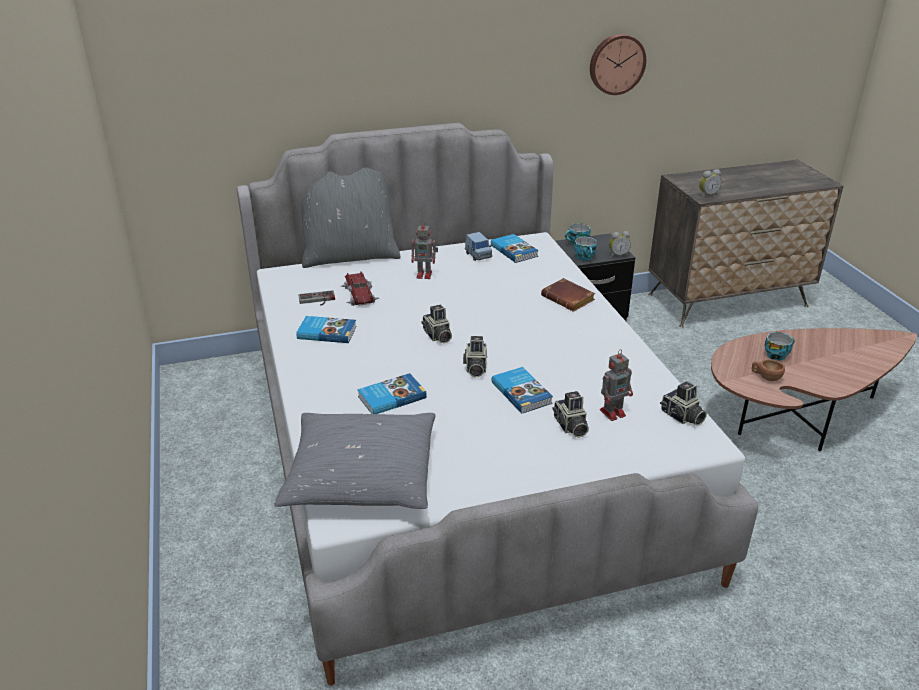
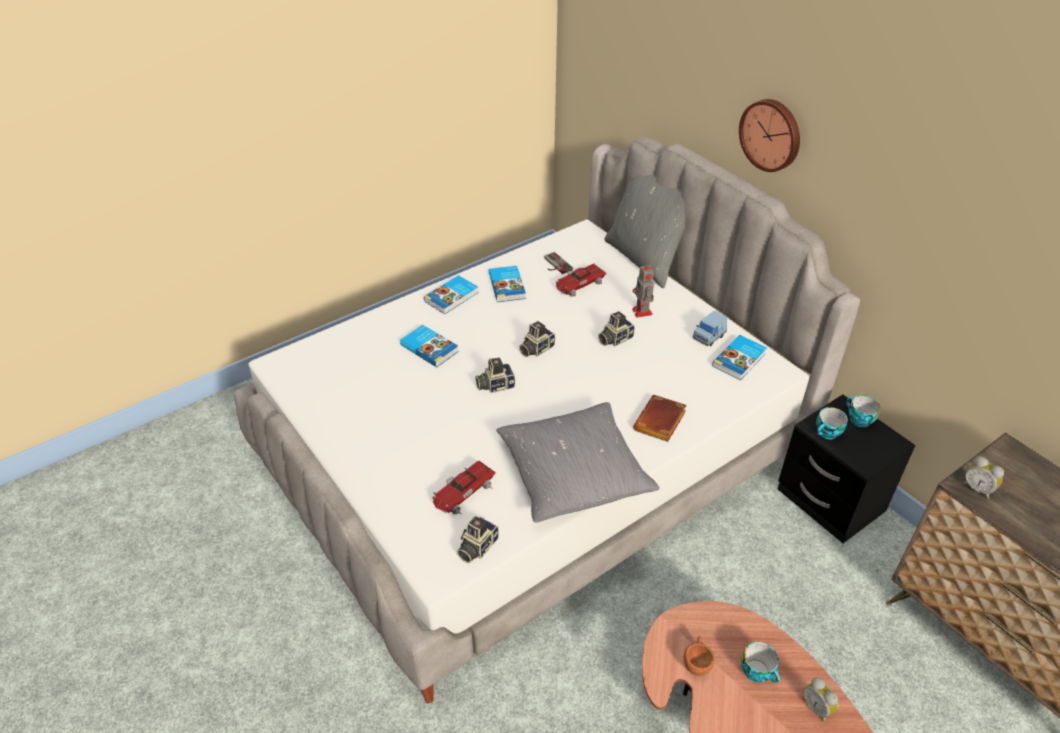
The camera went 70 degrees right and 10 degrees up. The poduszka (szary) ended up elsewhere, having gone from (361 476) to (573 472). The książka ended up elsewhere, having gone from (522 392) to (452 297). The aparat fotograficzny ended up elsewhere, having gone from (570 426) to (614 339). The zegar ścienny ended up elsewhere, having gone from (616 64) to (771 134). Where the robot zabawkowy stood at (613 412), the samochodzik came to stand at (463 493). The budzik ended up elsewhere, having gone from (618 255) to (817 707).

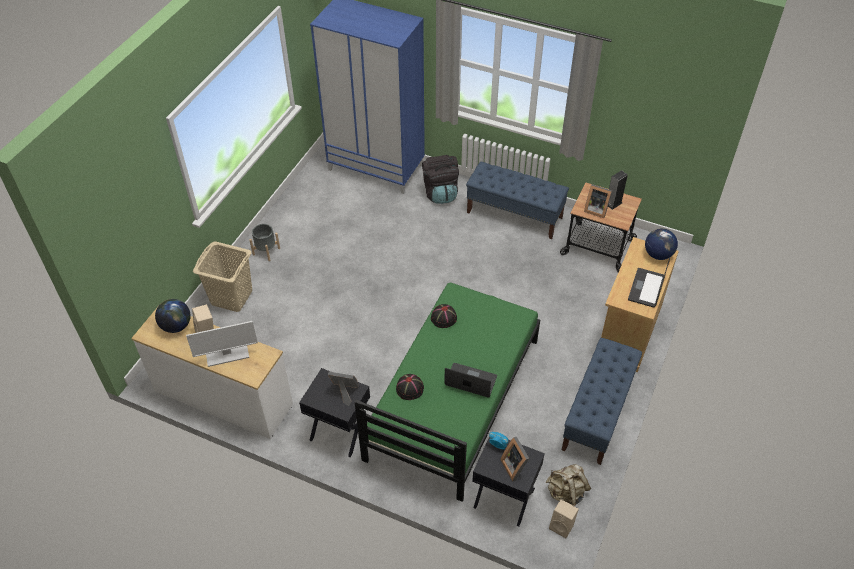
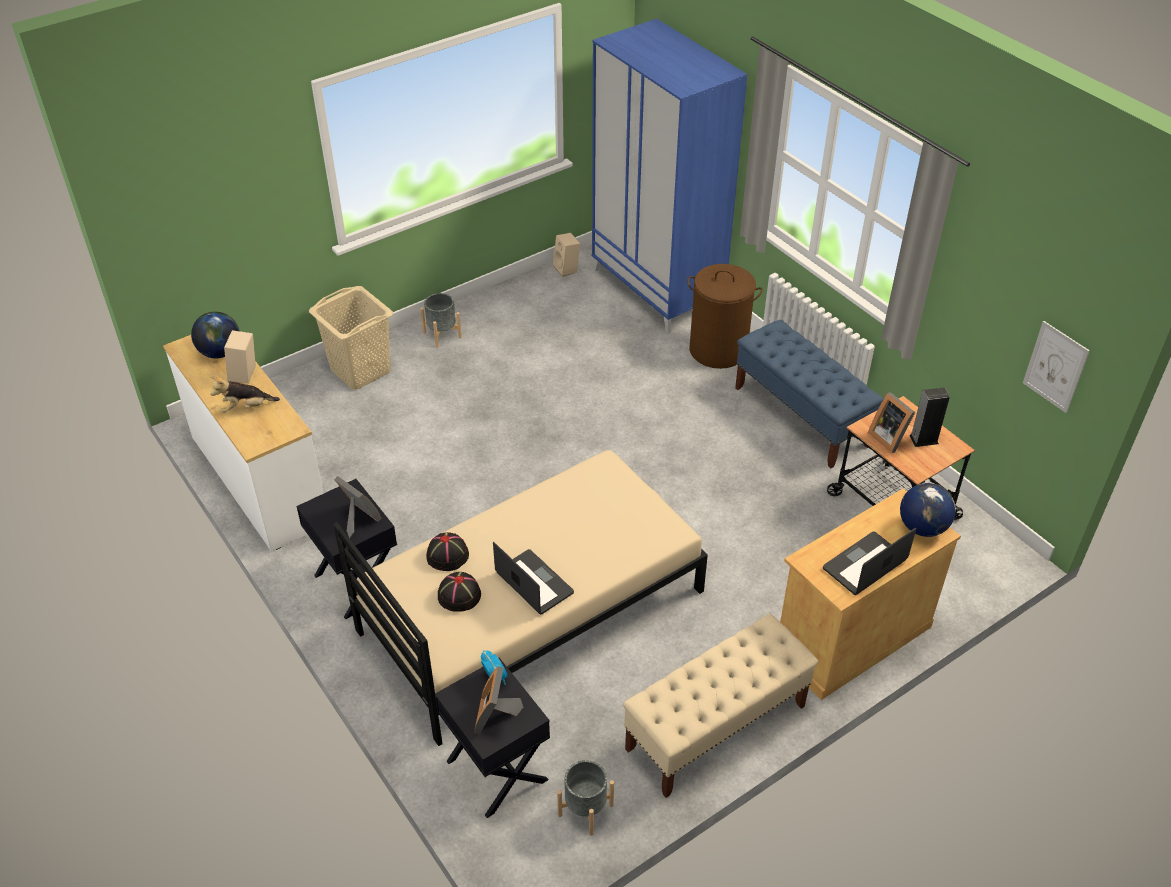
The camera went 30 degrees right and 5 degrees down. Where the monitor stood at (227 354), the pluszak came to stand at (246 407). What was the łóżko (zielony) at (453 398) turned into the łóżko (beżowy) at (531 610). Where the plecak (czarny) stood at (440 193), the kosz na pranie (brązowy) came to stand at (718 350). The kapelusz (czarny) ended up elsewhere, having gone from (443 318) to (459 595). Where the plecak (beżowy) stood at (566 493), the donica (szary) came to stand at (586 810). The głośnik (beżowy) ended up elsewhere, having gone from (562 526) to (567 269). What was the ławka (niebieski) at (597 414) turned into the ławka (beżowy) at (715 728). The second view gained the obraz at (1055 367).

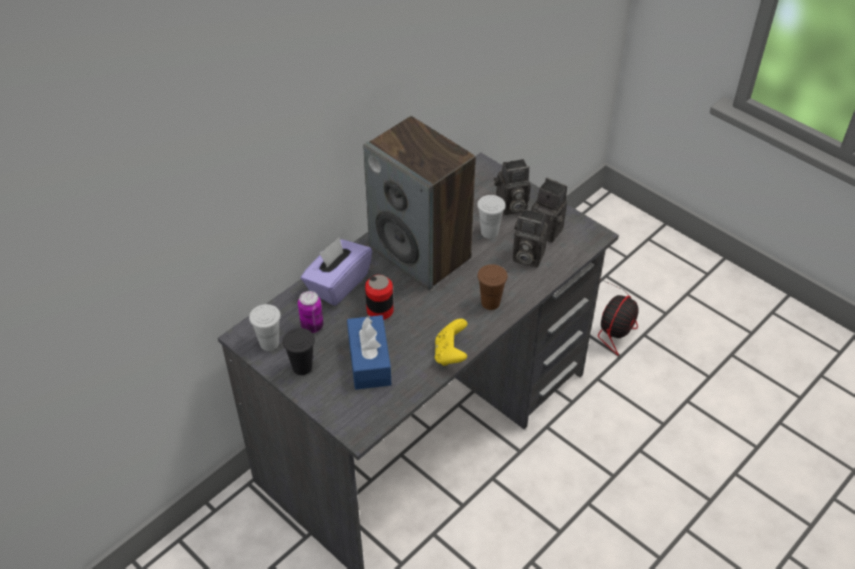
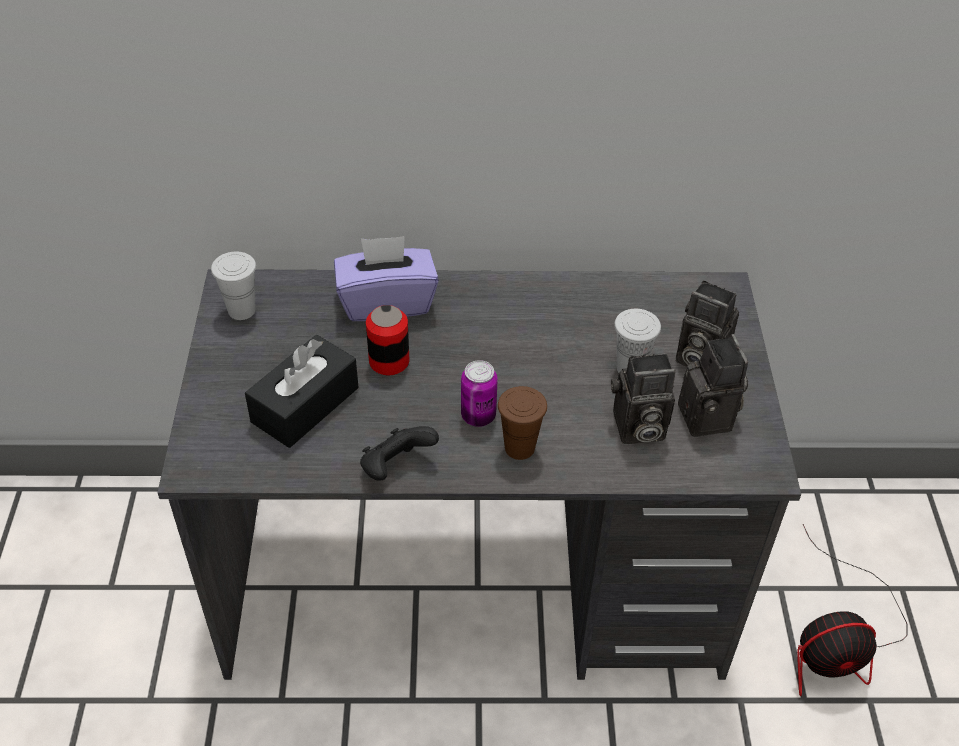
The camera went 45 degrees right and 0 degrees up. The second view lost the filiżanka (czarny) at (302 367). The puszka ended up elsewhere, having gone from (312 326) to (478 416). What was the pudełko chusteczek (niebieski) at (369 361) turned into the pudełko chusteczek (czarny) at (305 405). The second view lost the głośnik at (421 253). What was the pad do gier (żółty) at (450 354) turned into the pad do gier (czarny) at (396 467). The aparat fotograficzny at (526 257) ended up facing another way, 75 degrees counterclockwise from before.

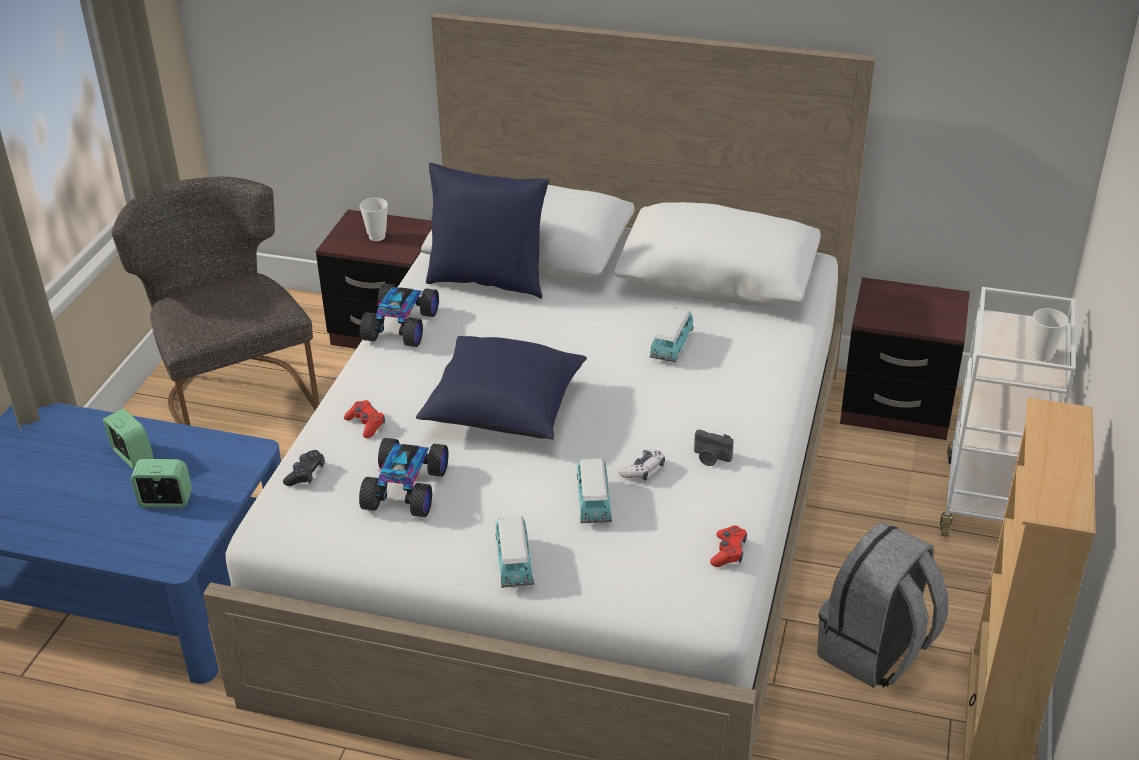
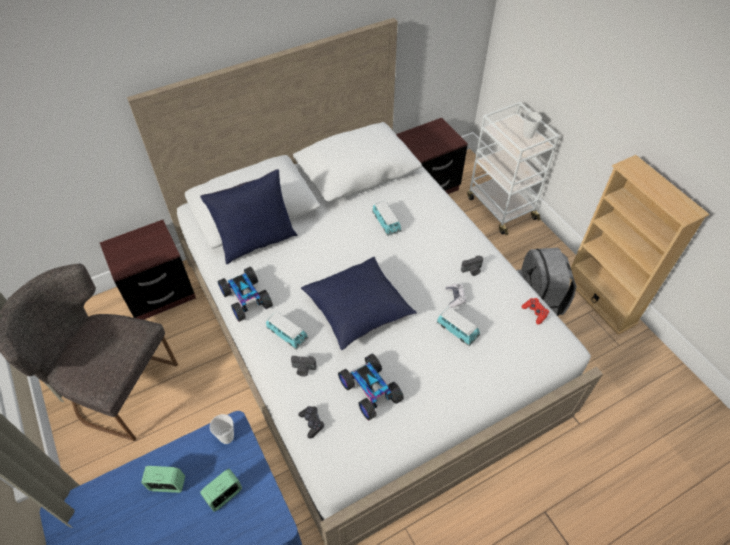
The camera went 45 degrees left and 15 degrees up. Where the pad do gier (czerwony) stood at (366 424), the aparat fotograficzny came to stand at (303 369). The filiżanka ended up elsewhere, having gone from (377 237) to (227 437). The samochodzik ended up elsewhere, having gone from (514 564) to (287 334).

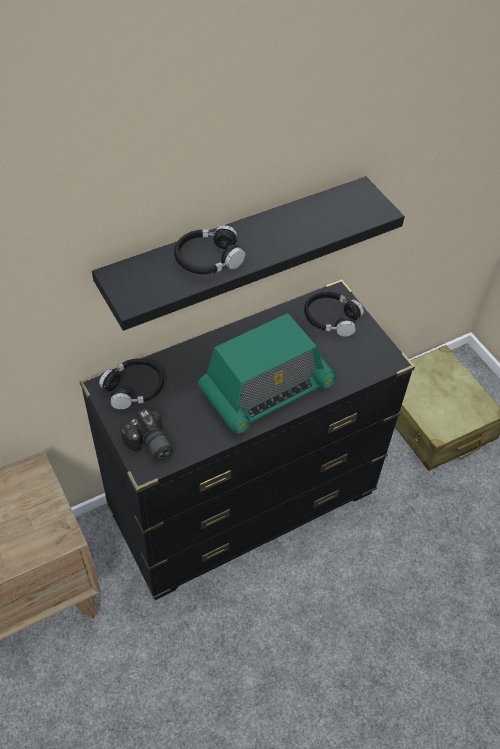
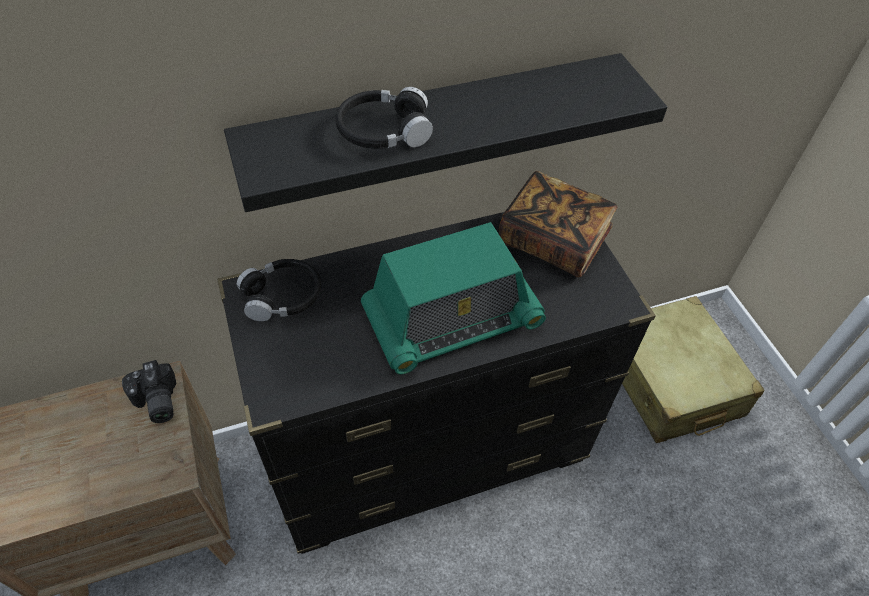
The camera went 10 degrees right and 0 degrees up. The aparat fotograficzny ended up elsewhere, having gone from (149 445) to (155 402). Where the słuchawki (czarny) stood at (331 319), the książka came to stand at (553 240).

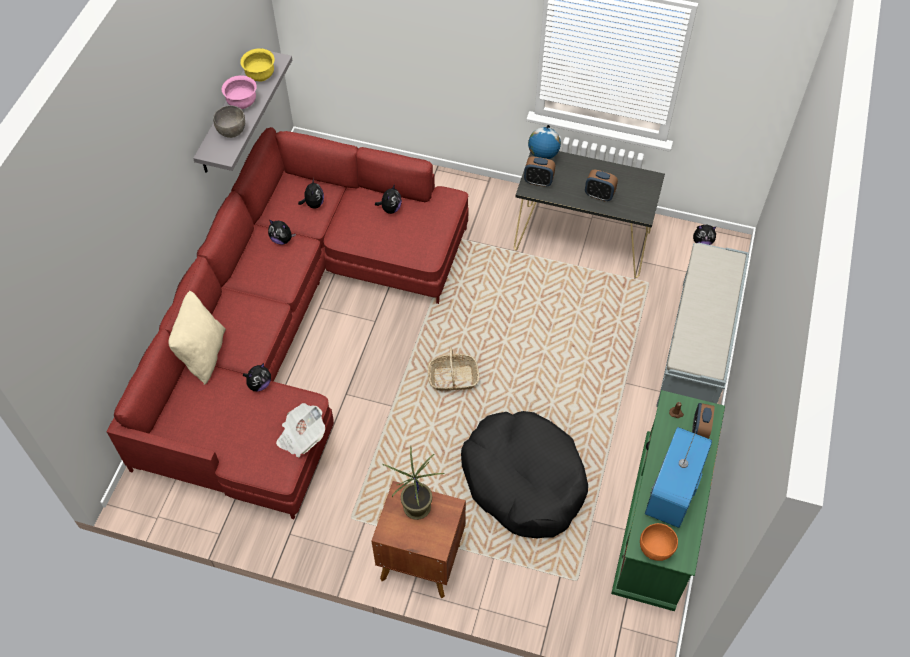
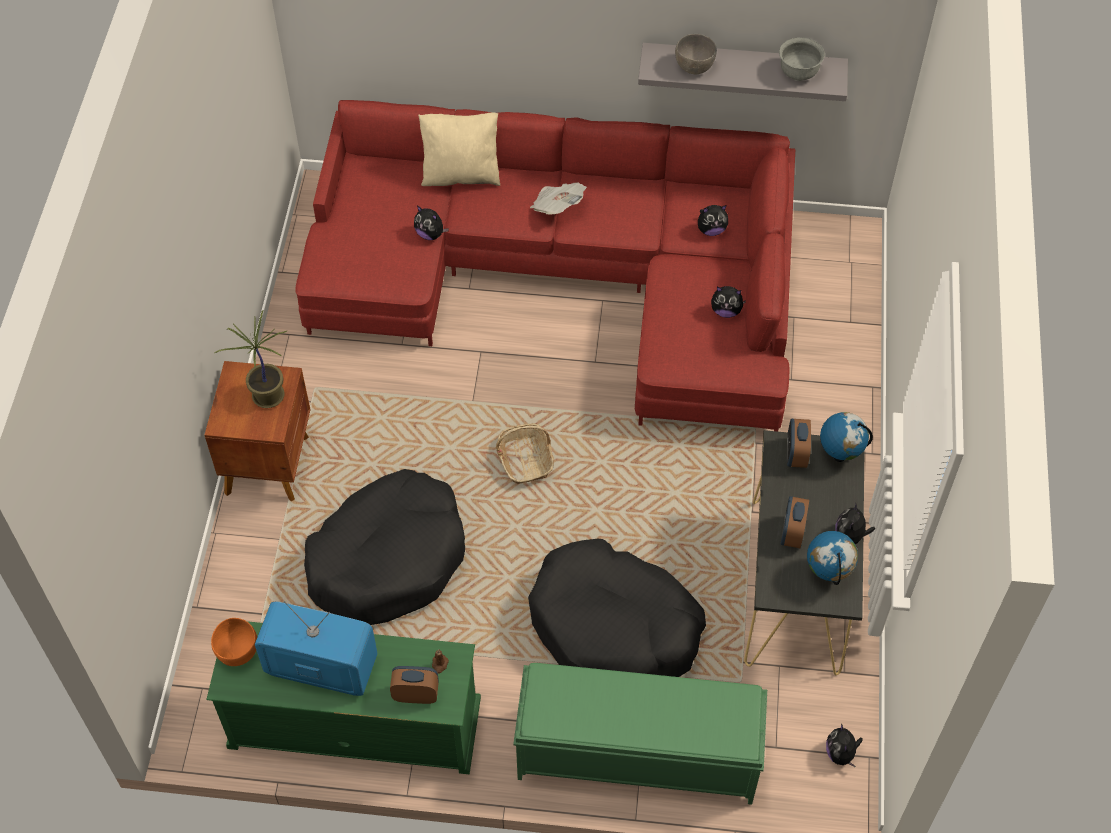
The camera went 80 degrees right and 0 degrees up. The second view lost the miska (różowy) at (242 103). What was the miska (żółty) at (260 76) turned into the miska (szary) at (798 73). The pluszak ended up elsewhere, having gone from (282 239) to (850 537). The gazeta ended up elsewhere, having gone from (301 436) to (557 207). What was the ławka (szary) at (696 349) turned into the ławka (zielony) at (635 754). The second view gained the legowisko (czarny) at (614 627). The second view gained the globus at (827 573).

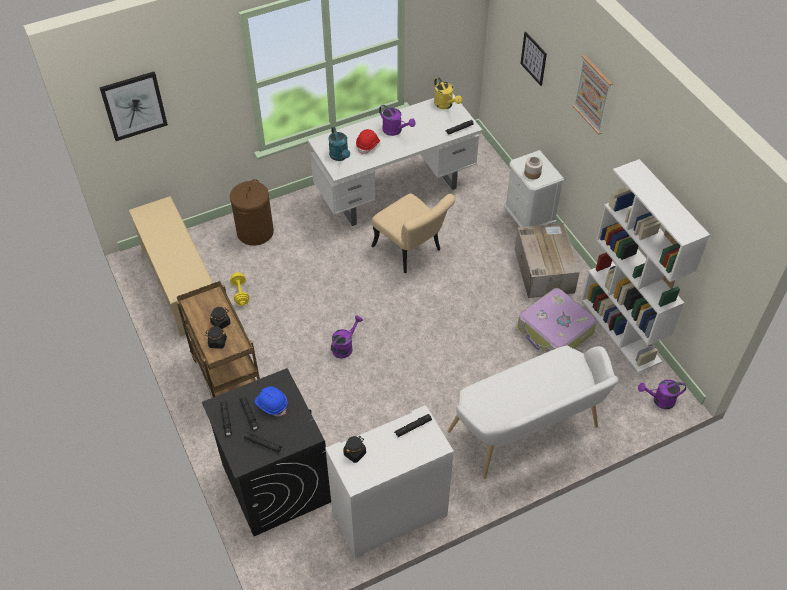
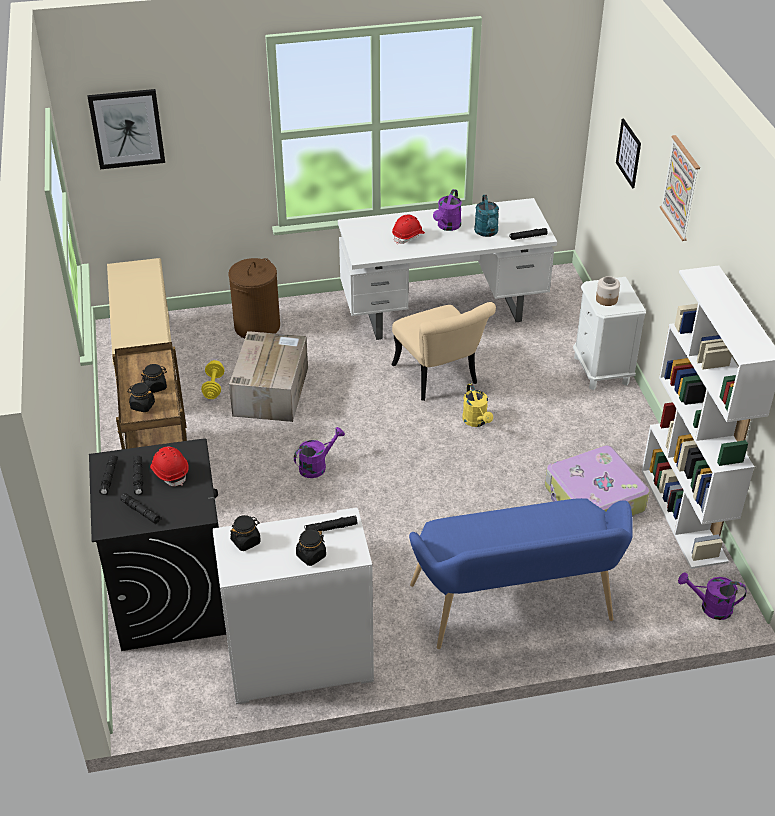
The camera went 15 degrees right and 10 degrees down. What was the kask (niebieski) at (271 404) turned into the kask (czerwony) at (170 472). The konewka (turkusowy) ended up elsewhere, having gone from (340 156) to (487 232). The konewka (fioletowy) at (395 131) ended up facing another way, 60 degrees clockwise from before. The konewka (żółty) ended up elsewhere, having gone from (445 105) to (476 421). What was the ławka (biały) at (528 433) turned into the ławka (niebieski) at (516 609). The karton ended up elsewhere, having gone from (543 269) to (271 390). The second view gained the słoik (czarny) at (311 556).

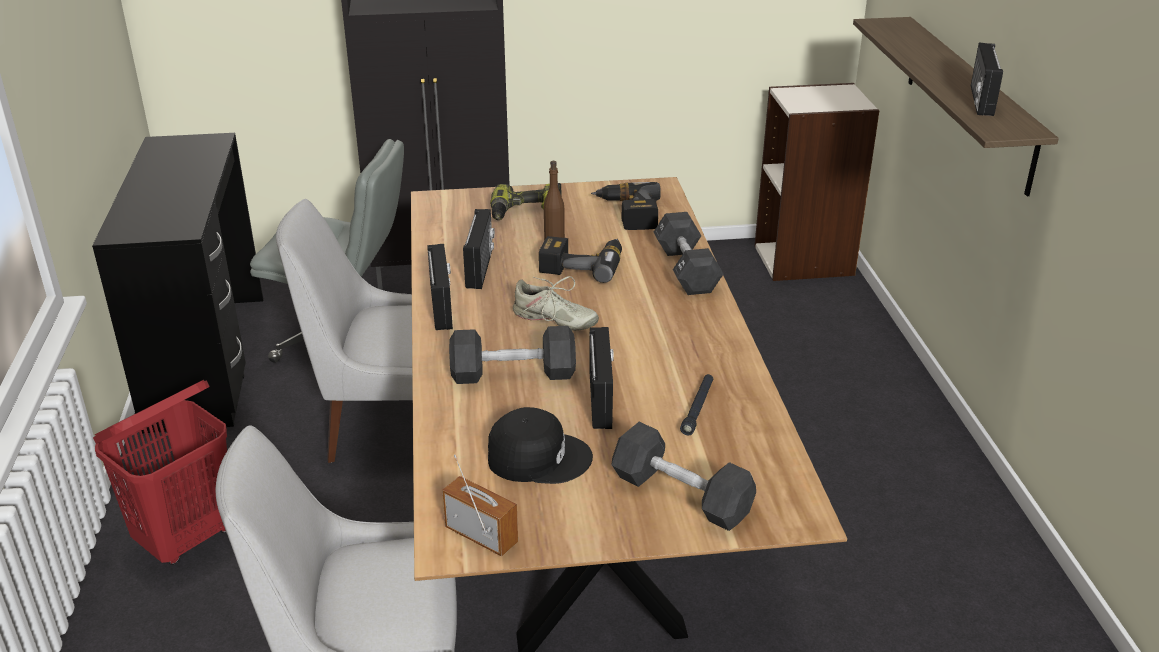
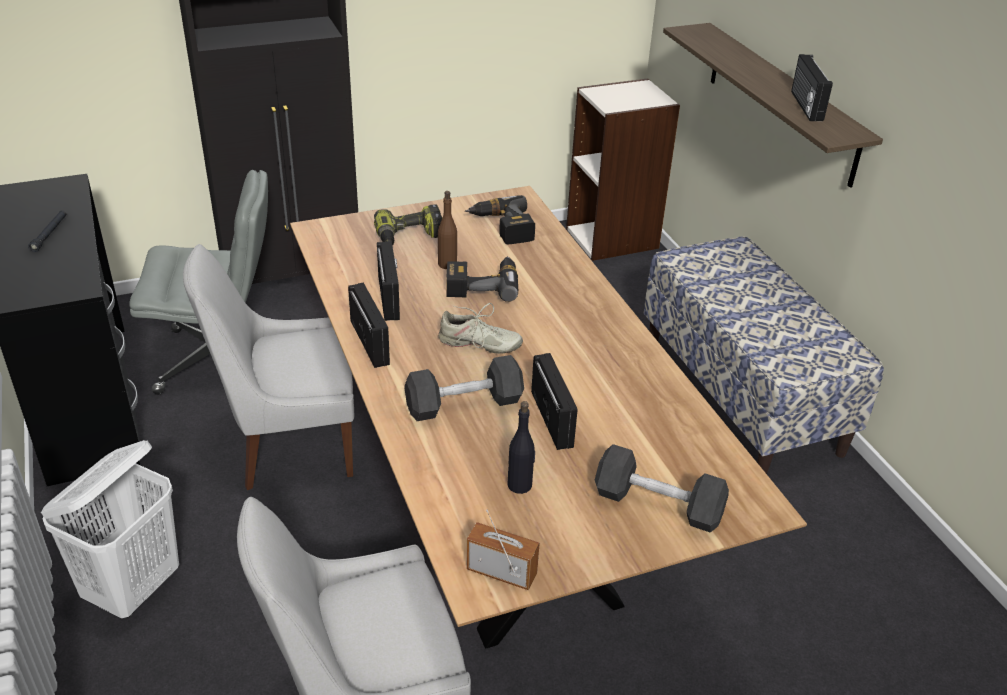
The camera went 15 degrees left and 5 degrees up. What was the kosz na pranie (czerwony) at (187 538) turned into the kosz na pranie (biały) at (134 588). Where the czapka z daszkiem (czarny) stood at (538 456), the butelka (czarny) came to stand at (520 485). The second view lost the hantel (czarny) at (686 269). The latarka (czarny) ended up elsewhere, having gone from (697 408) to (49 234). The second view gained the ławka at (741 395).

